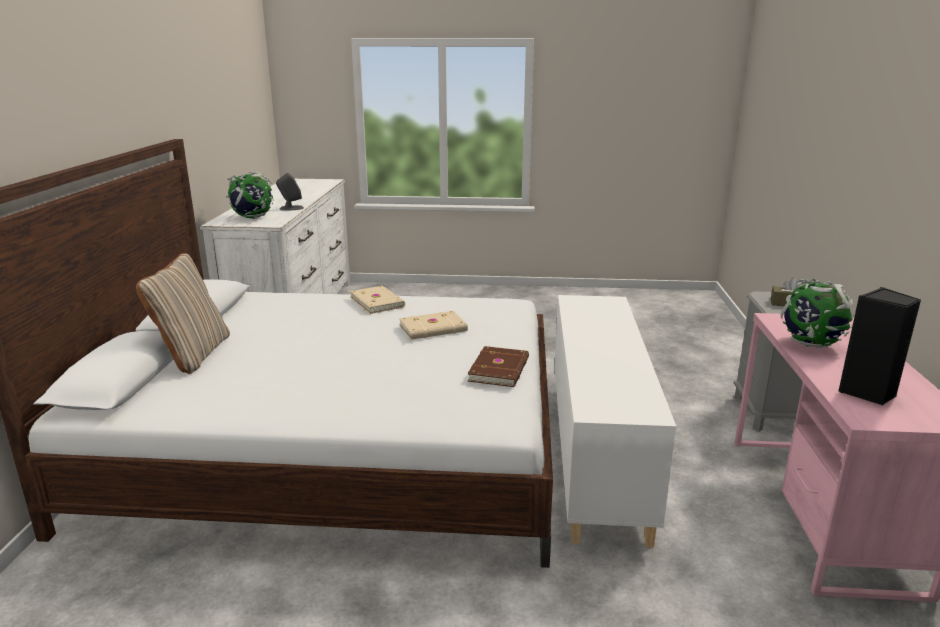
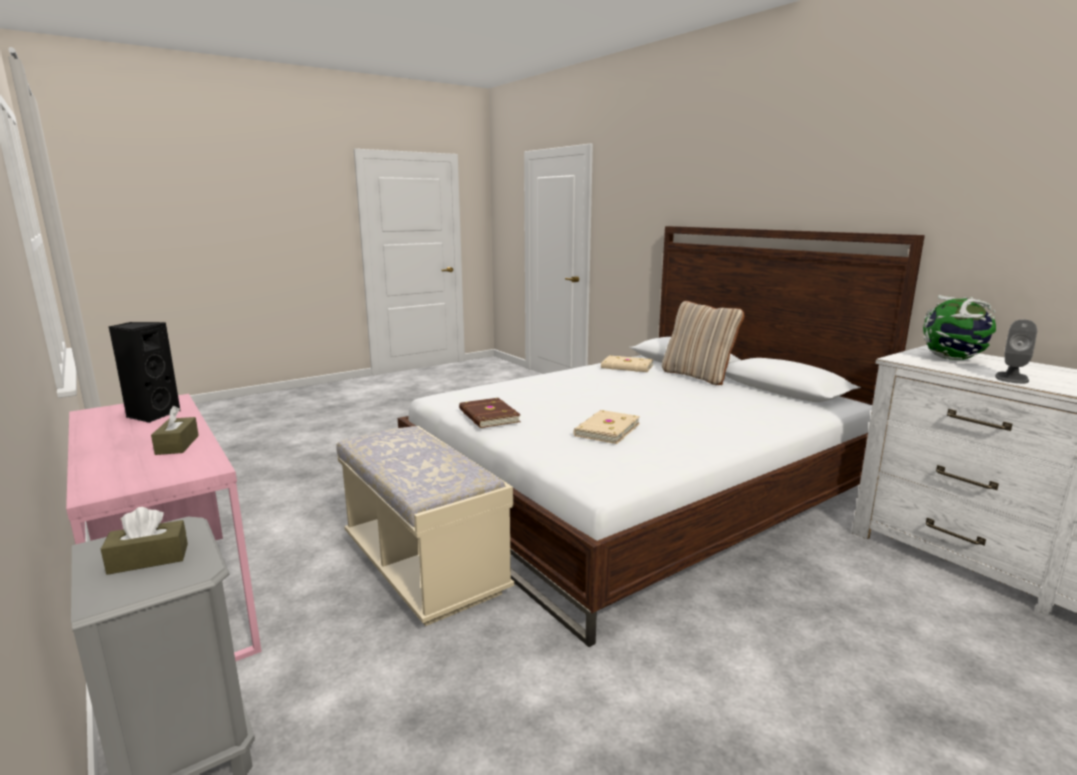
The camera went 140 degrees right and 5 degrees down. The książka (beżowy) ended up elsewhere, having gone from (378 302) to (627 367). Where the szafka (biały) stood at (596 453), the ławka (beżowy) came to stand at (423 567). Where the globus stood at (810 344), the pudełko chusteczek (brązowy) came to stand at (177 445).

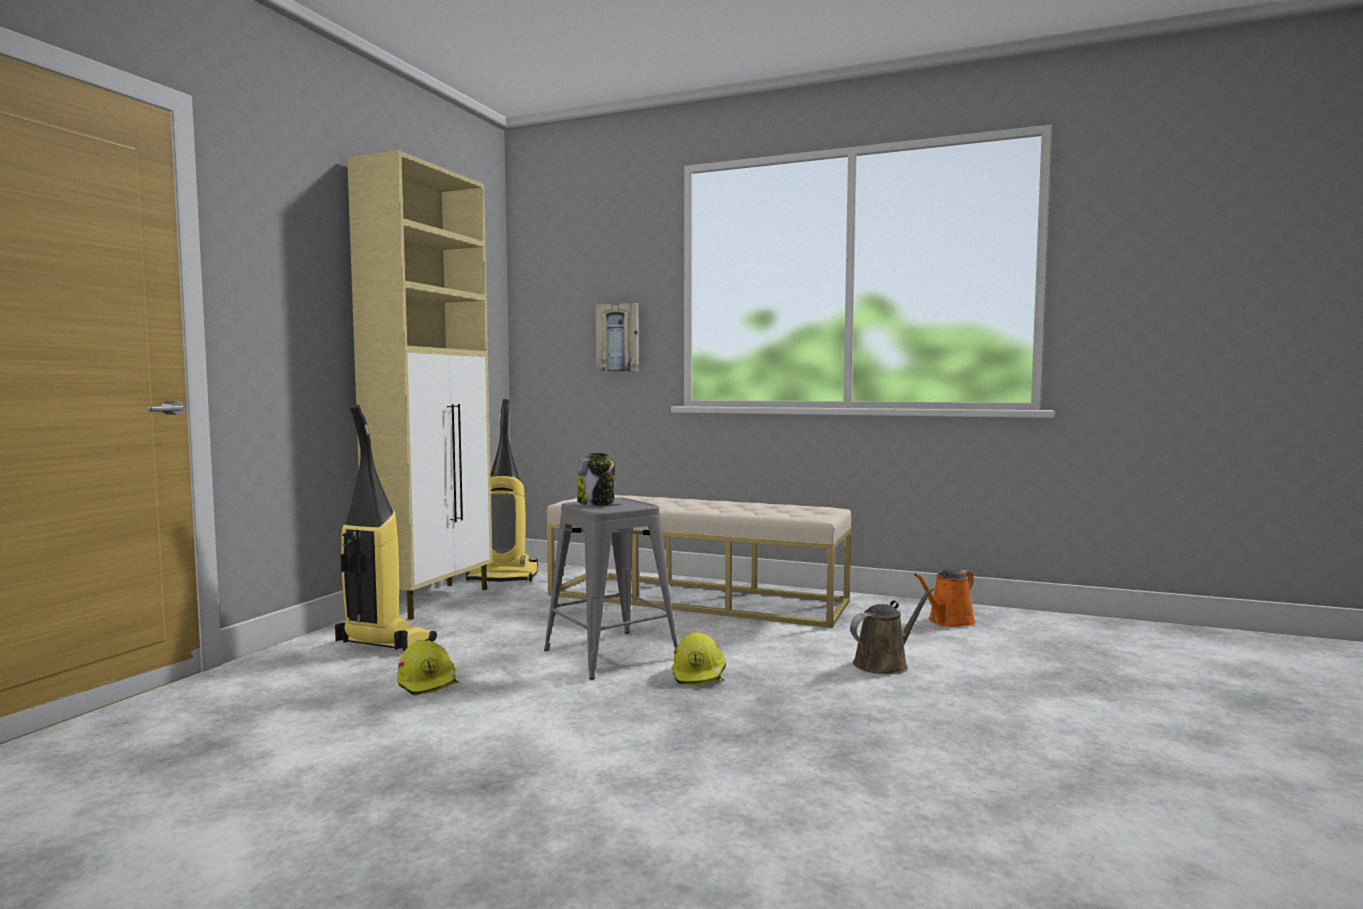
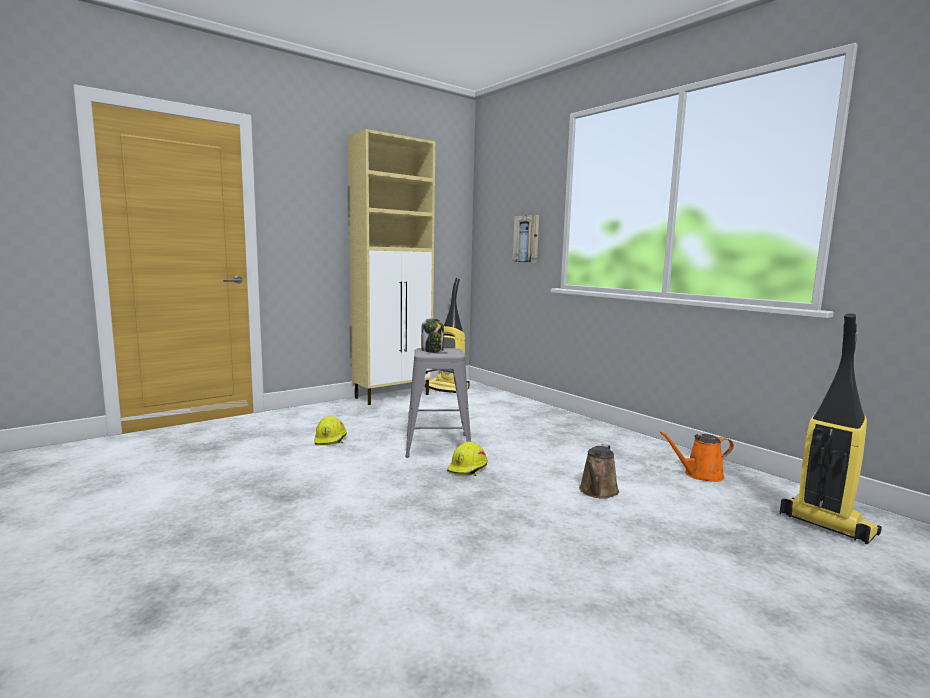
The camera went 30 degrees right and 5 degrees up. The odkurzacz ended up elsewhere, having gone from (384 642) to (825 525). The second view lost the ławka (beżowy) at (697 598). The konewka (brązowy) at (884 664) ended up facing another way, 120 degrees clockwise from before.

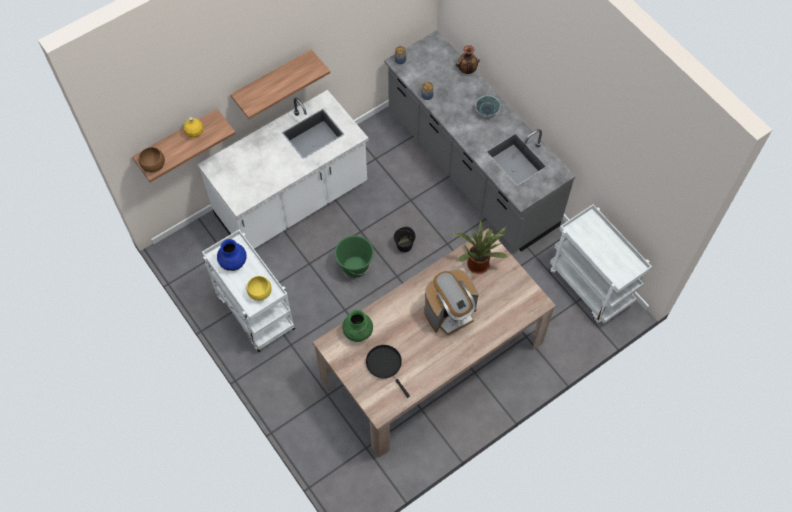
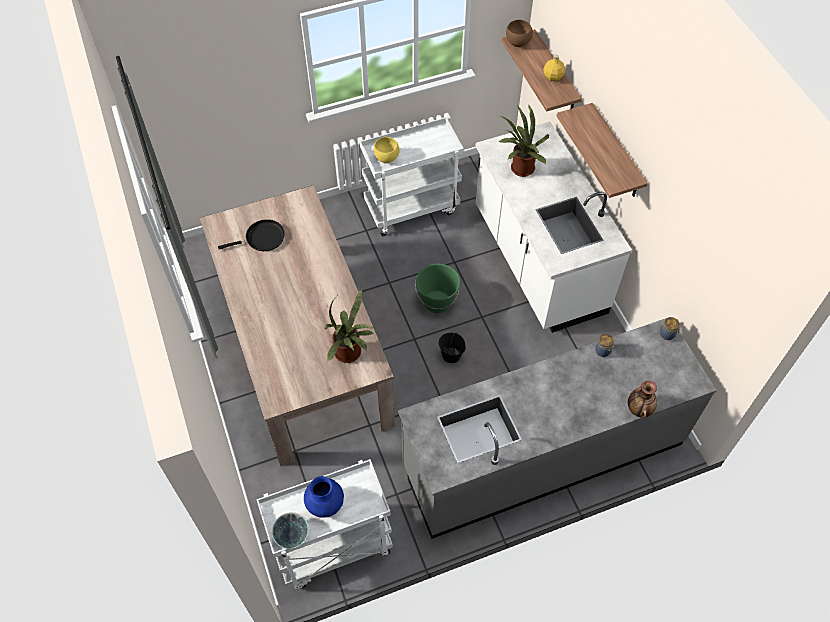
The camera went 105 degrees right and 5 degrees down. The wazon (niebieski) ended up elsewhere, having gone from (233 262) to (325 504). The second view lost the wazon (zielony) at (358 332). The second view lost the ekspres do kawy at (450 313). The miska ended up elsewhere, having gone from (487 111) to (292 535). The second view gained the roślina doniczkowa at (519 169).

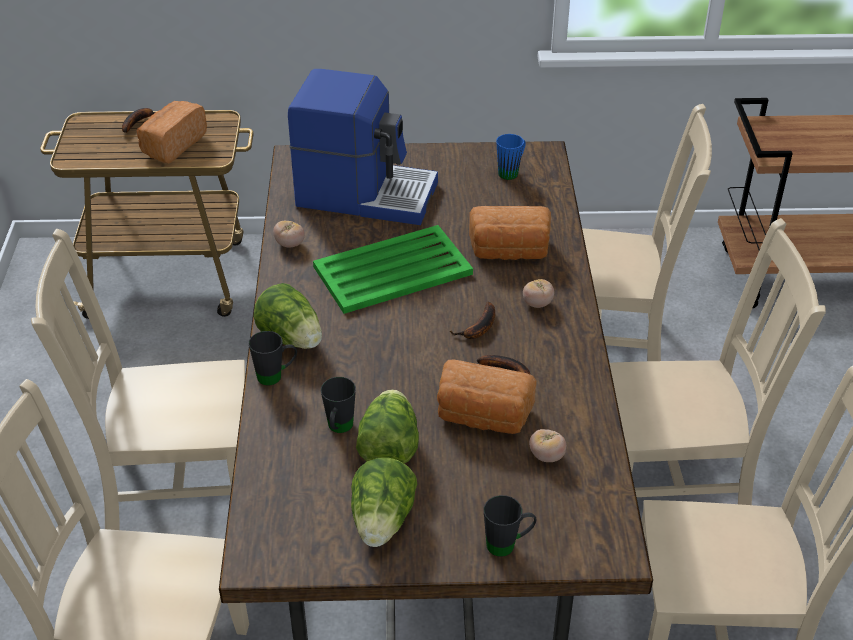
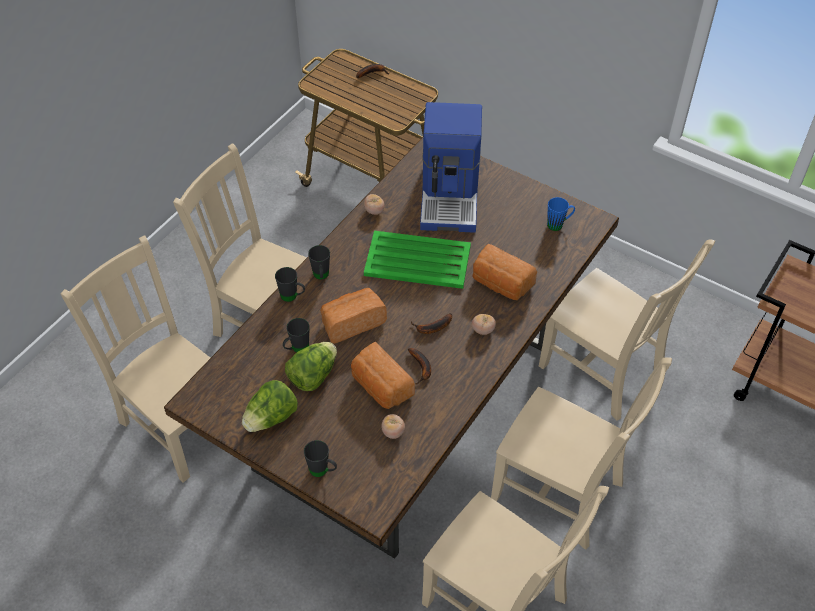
The camera went 35 degrees right and 10 degrees up. The chleb ended up elsewhere, having gone from (172 145) to (352 323). Where the sałata stood at (291 338), the kubek (czarny) came to stand at (321 277). The ekspres do kawy at (366 193) ended up facing another way, 45 degrees clockwise from before.

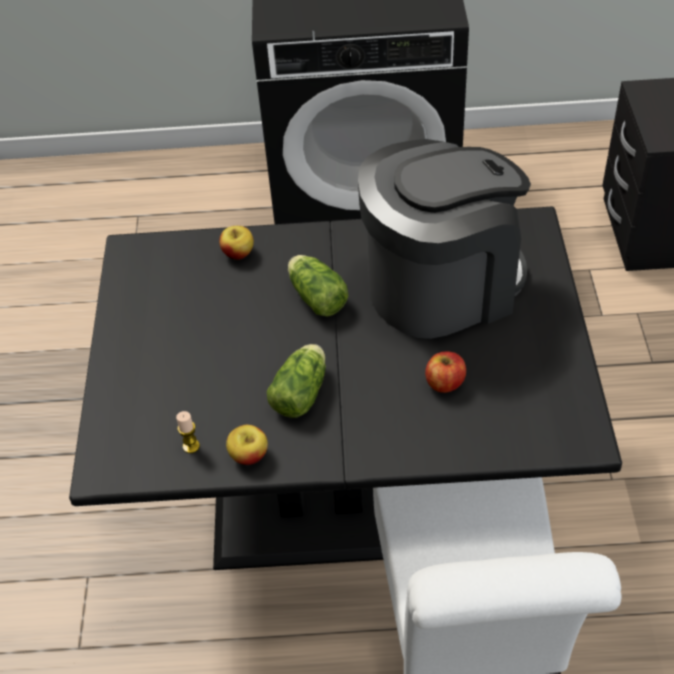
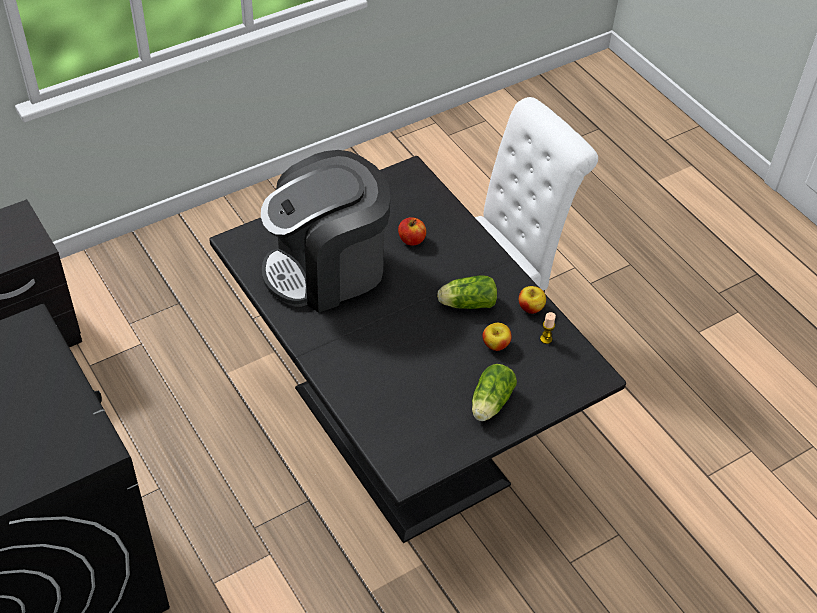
The camera went 125 degrees left and 0 degrees up. The jabłko ended up elsewhere, having gone from (238 253) to (495 345). The sałata ended up elsewhere, having gone from (316 296) to (489 404). The ekspres do kawy at (442 285) ended up facing another way, 60 degrees counterclockwise from before.

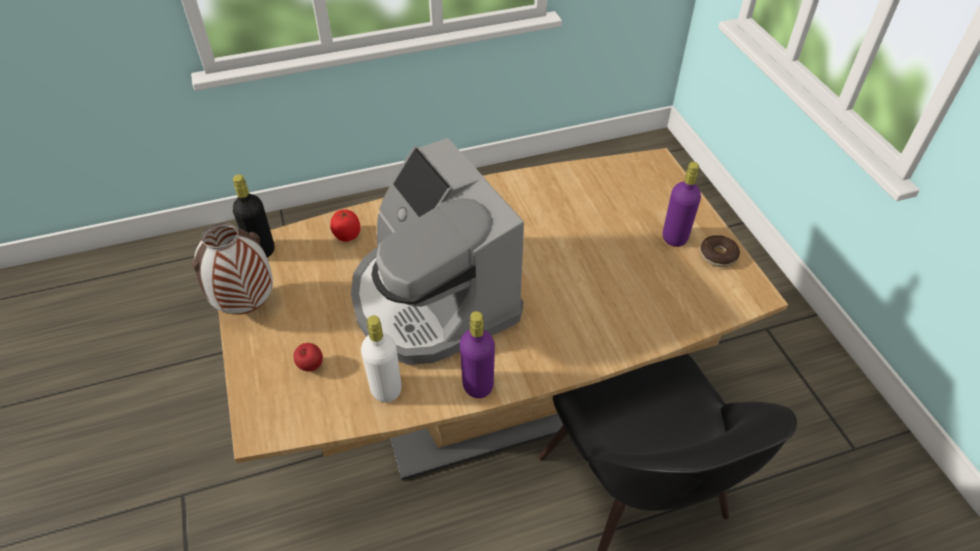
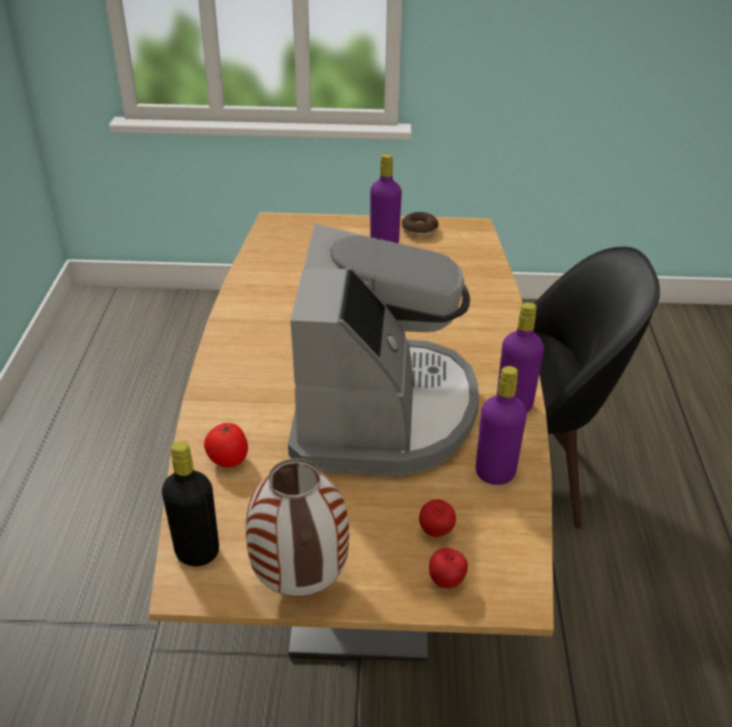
The camera went 70 degrees left and 10 degrees down. The ekspres do kawy at (432 300) ended up facing another way, 75 degrees counterclockwise from before. What was the butelka (biały) at (386 389) turned into the butelka (fioletowy) at (495 473). The second view gained the jabłko at (446 581).

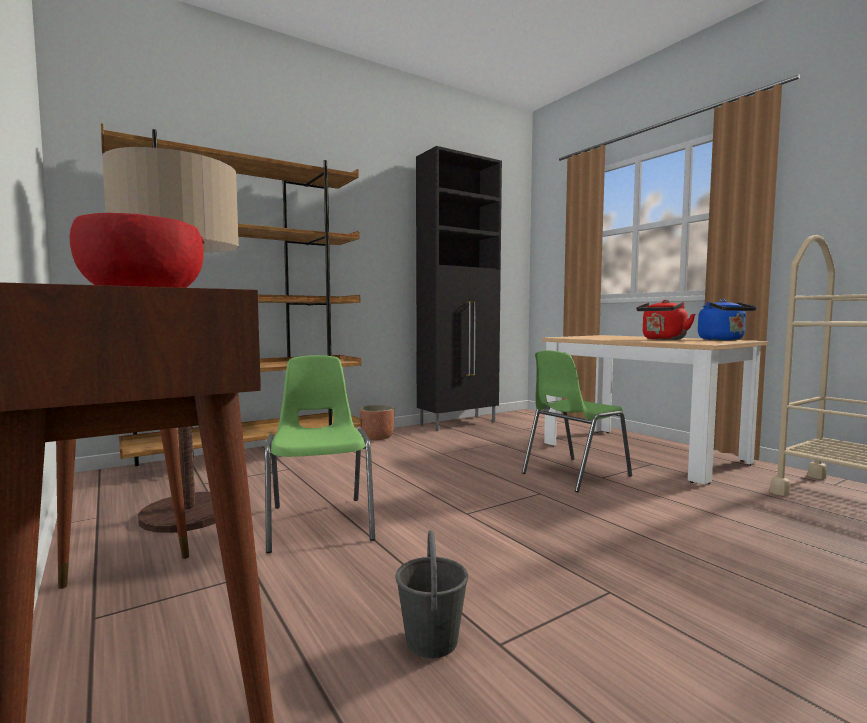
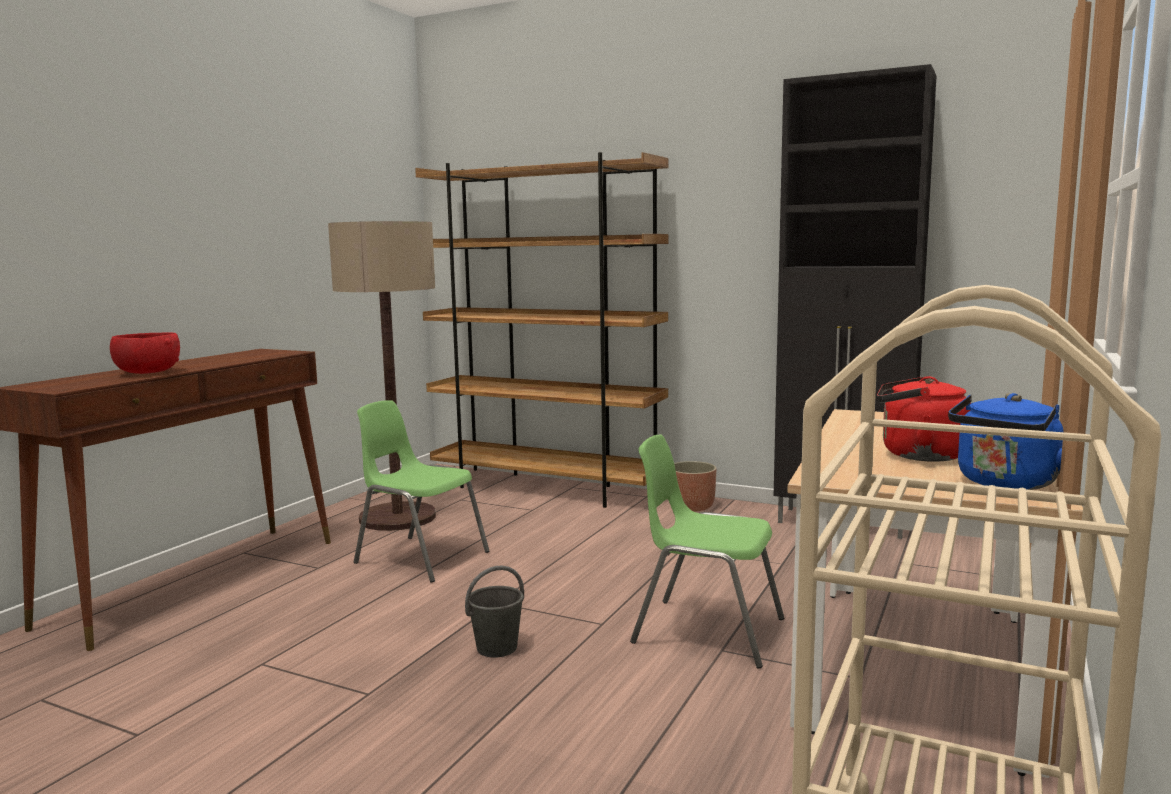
The camera went 60 degrees right and 5 degrees up. The krzesło (zielony) at (320 522) ended up facing another way, 105 degrees counterclockwise from before. The wiadro (szary) ended up elsewhere, having gone from (431 640) to (497 647).

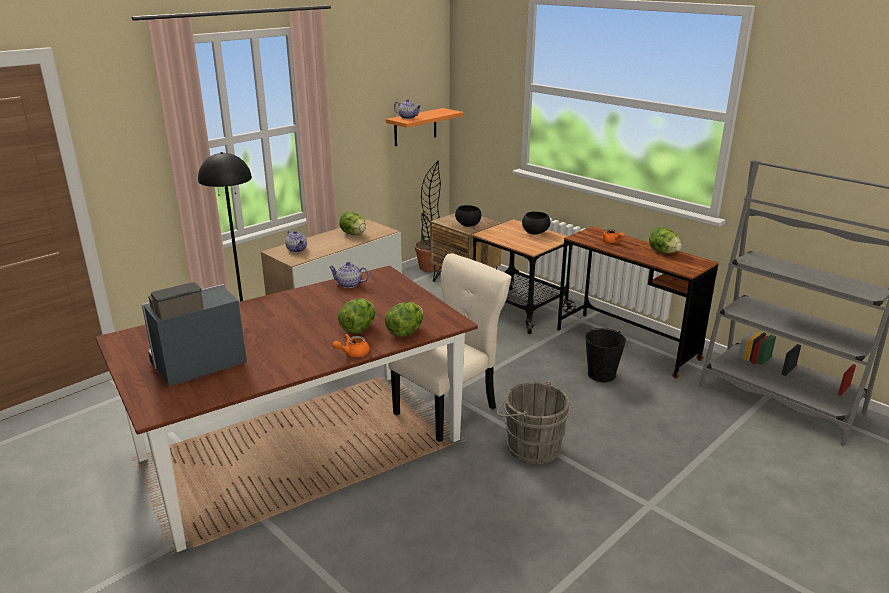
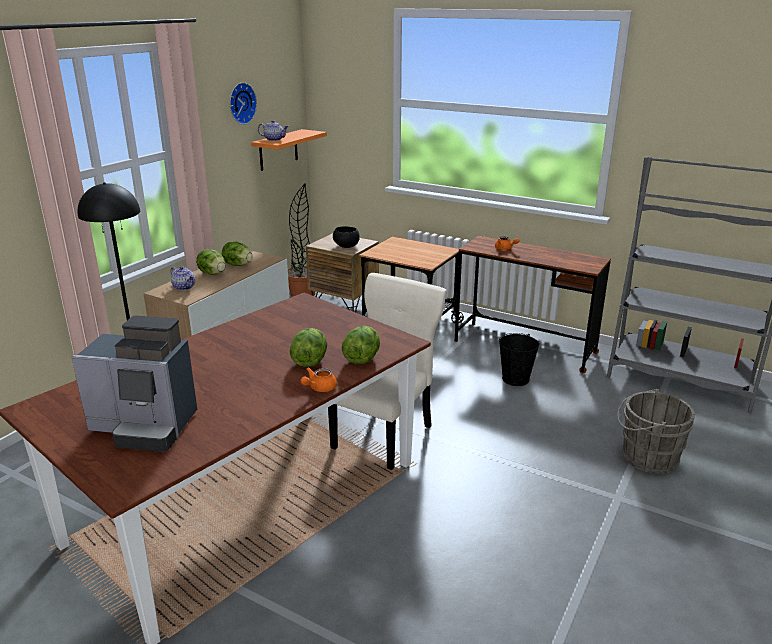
The camera went 15 degrees left and 0 degrees up. The ekspres do kawy at (196 365) ended up facing another way, 120 degrees counterclockwise from before. The second view lost the imbryk at (349 284). The wiadro (szary) ended up elsewhere, having gone from (530 446) to (645 457). The second view lost the miska (czarny) at (535 233). The sałata ended up elsewhere, having gone from (663 252) to (213 273). The second view gained the zegar ścienny at (240 103).

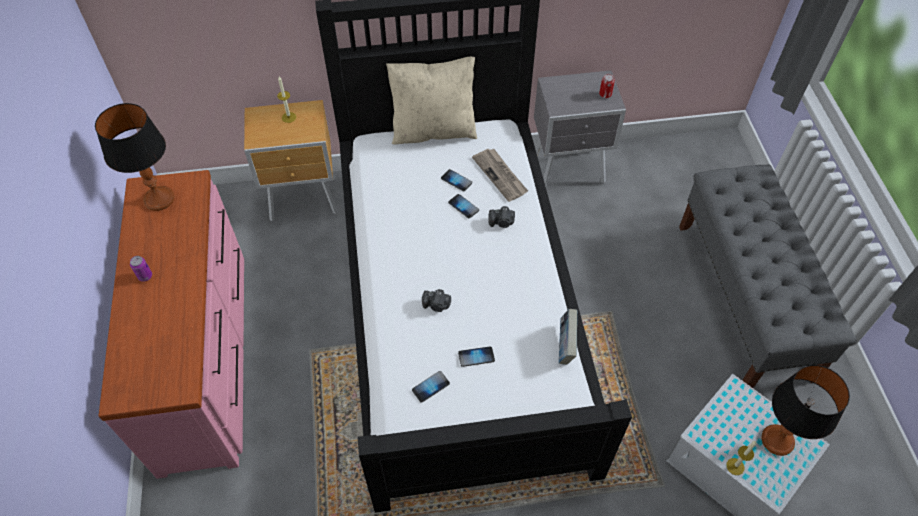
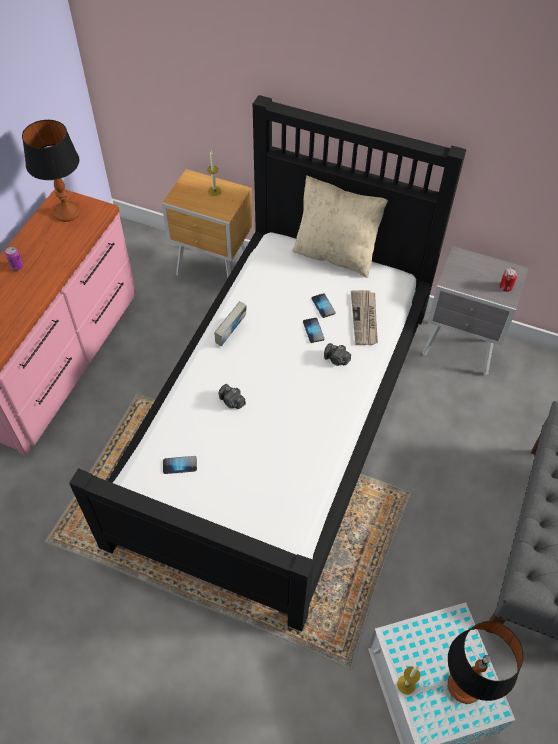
The camera went 30 degrees right and 0 degrees up. The second view lost the telefon at (476 357). The książka ended up elsewhere, having gone from (565 346) to (231 334).

